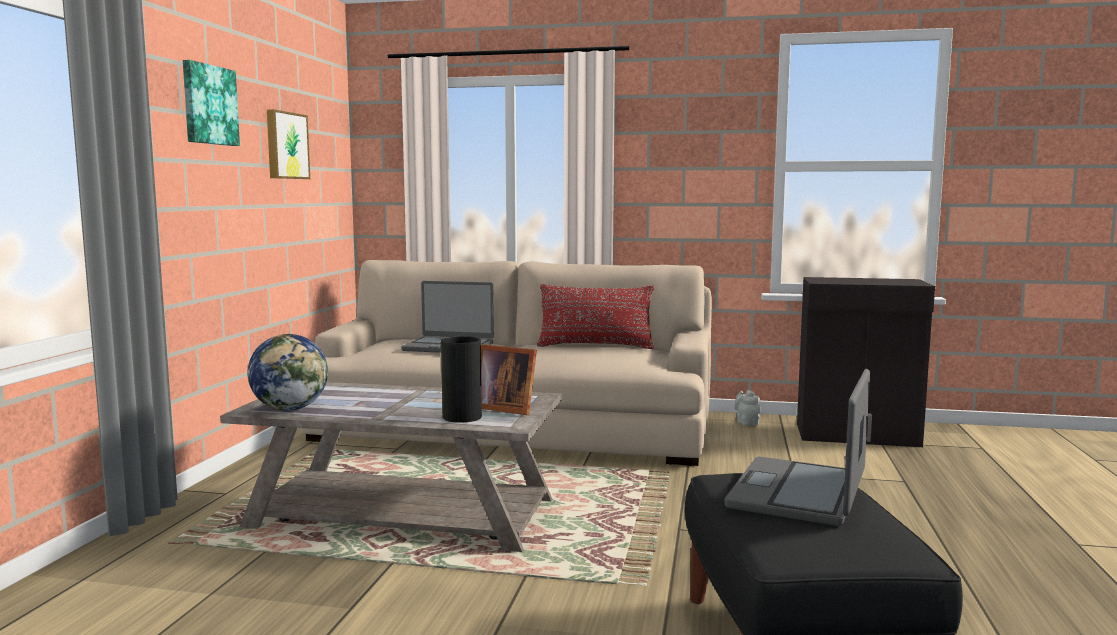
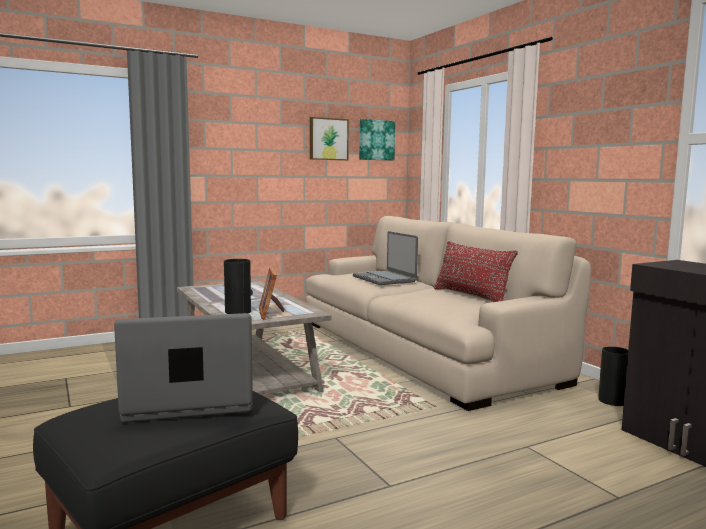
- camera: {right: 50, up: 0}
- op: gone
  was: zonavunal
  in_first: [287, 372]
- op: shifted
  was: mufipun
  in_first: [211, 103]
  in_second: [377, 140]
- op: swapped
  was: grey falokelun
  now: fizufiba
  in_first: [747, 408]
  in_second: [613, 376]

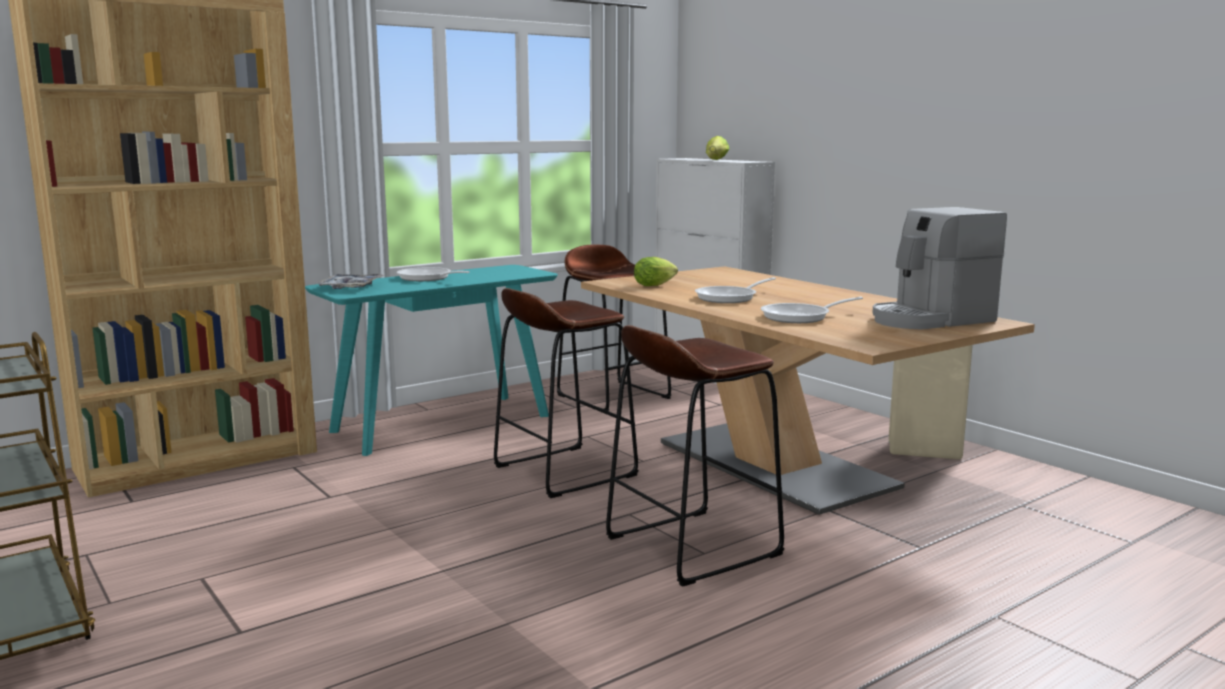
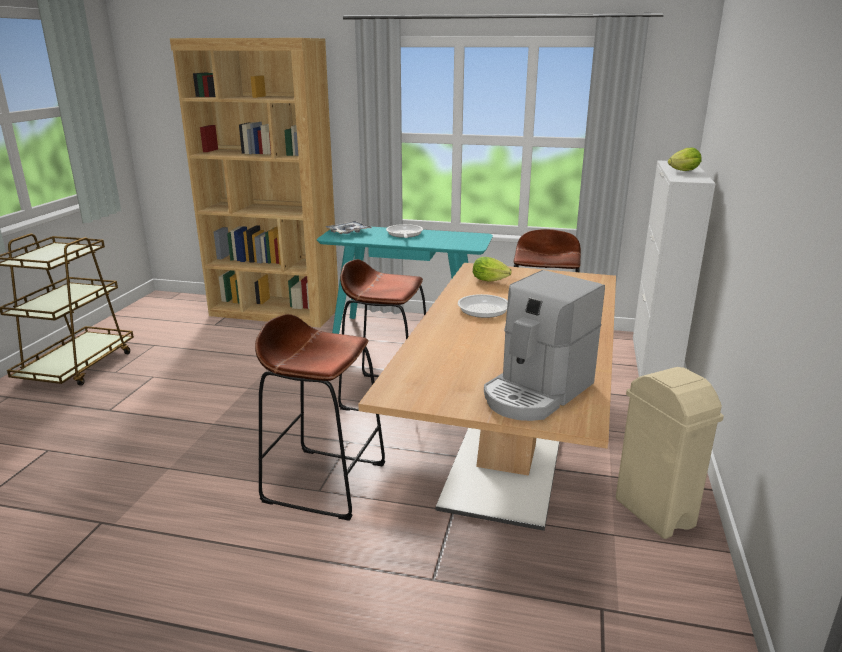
- camera: {right: 50, up: 10}
- op: gone
  was: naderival
  in_first: [812, 310]
- op: rotated
  was: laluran
  in_first: [939, 268]
  in_second: [544, 345]
  clockwise: -75

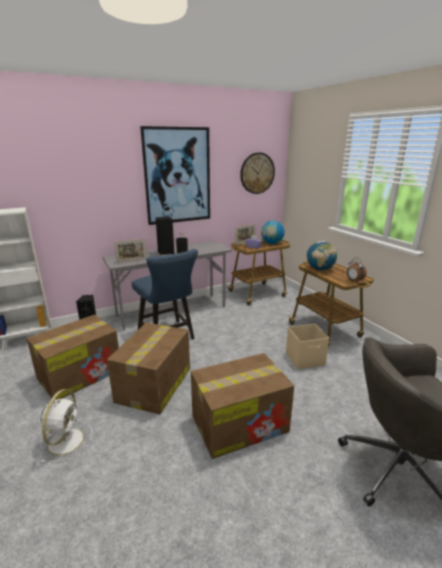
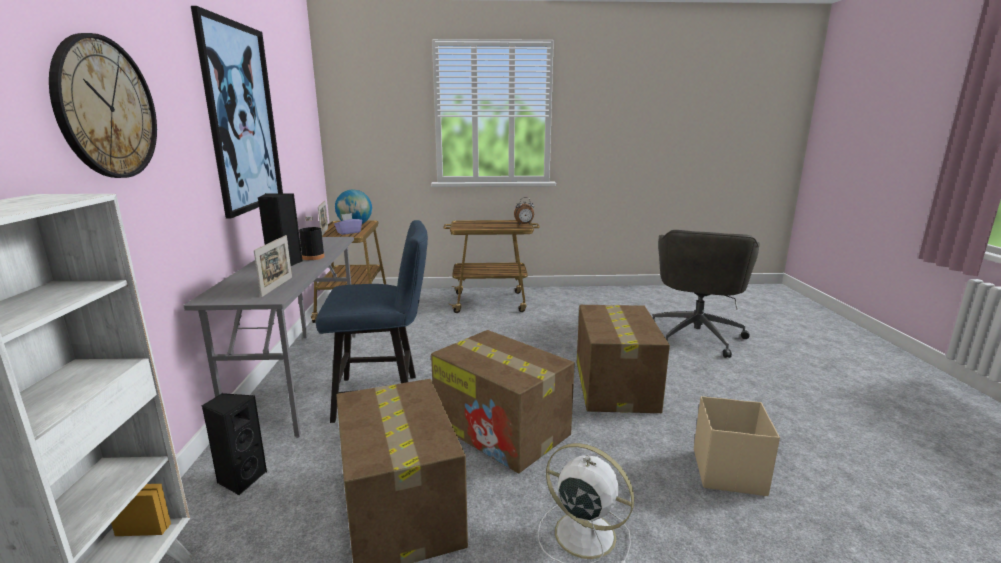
- camera: {right: -65, up: -5}
- op: gone
  was: zonavunal
  in_first: [322, 255]
- op: shifted
  was: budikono
  in_first: [257, 173]
  in_second: [103, 105]
- op: shifted
  was: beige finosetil
  in_first: [307, 346]
  in_second: [737, 446]

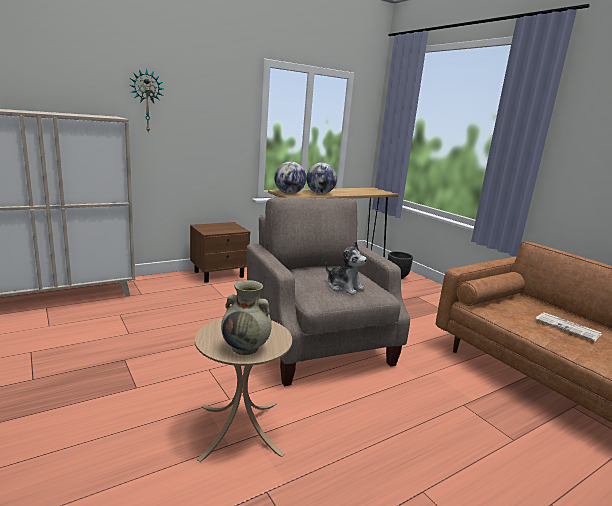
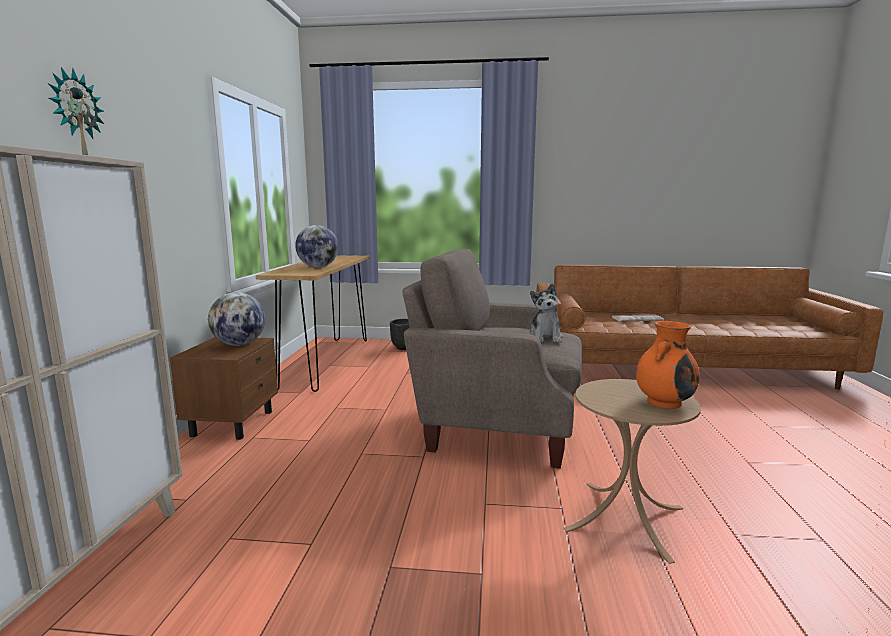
- camera: {right: -50, up: -5}
- op: shifted
  was: zonavunal
  in_first: [290, 178]
  in_second: [237, 319]
- op: repainted
  was: beige fizufiba
  now: orange fizufiba
  in_first: [246, 317]
  in_second: [668, 365]
- op: rotated
  was: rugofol
  in_first: [346, 268]
  in_second: [545, 313]
  clockwise: 105

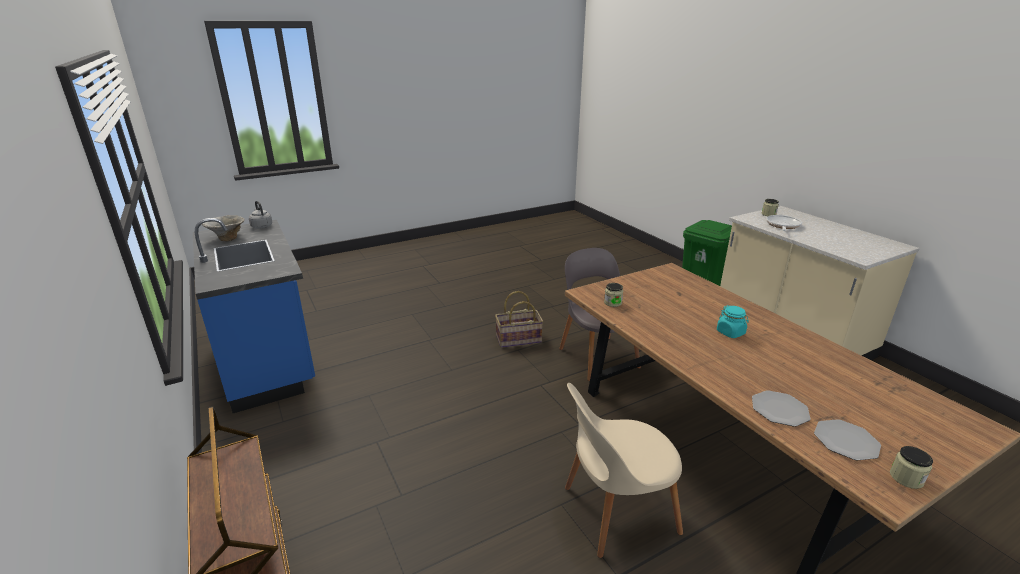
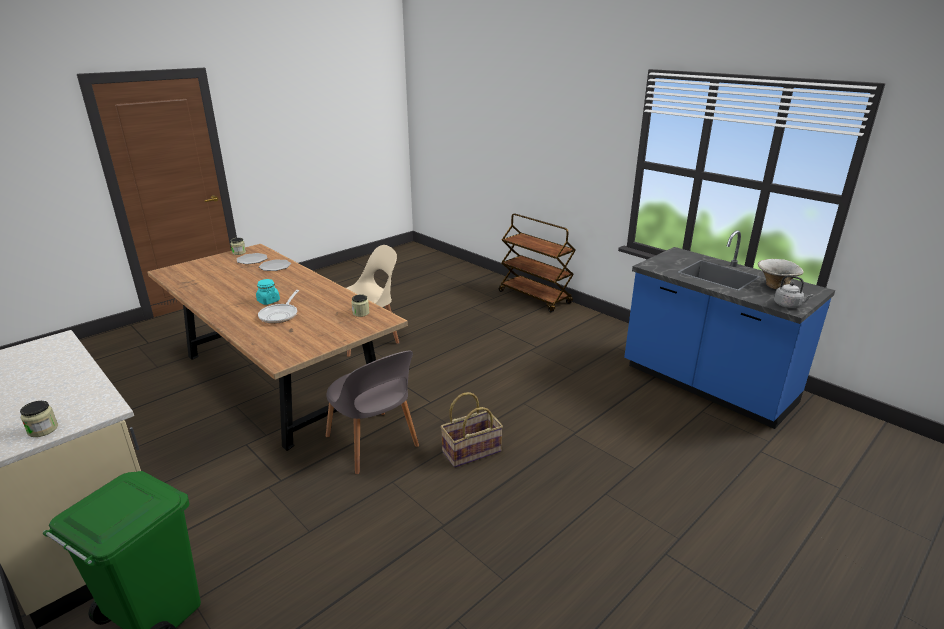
- camera: {right: 165, up: 0}
- op: shifted
  was: naderival
  in_first: [784, 223]
  in_second: [278, 307]

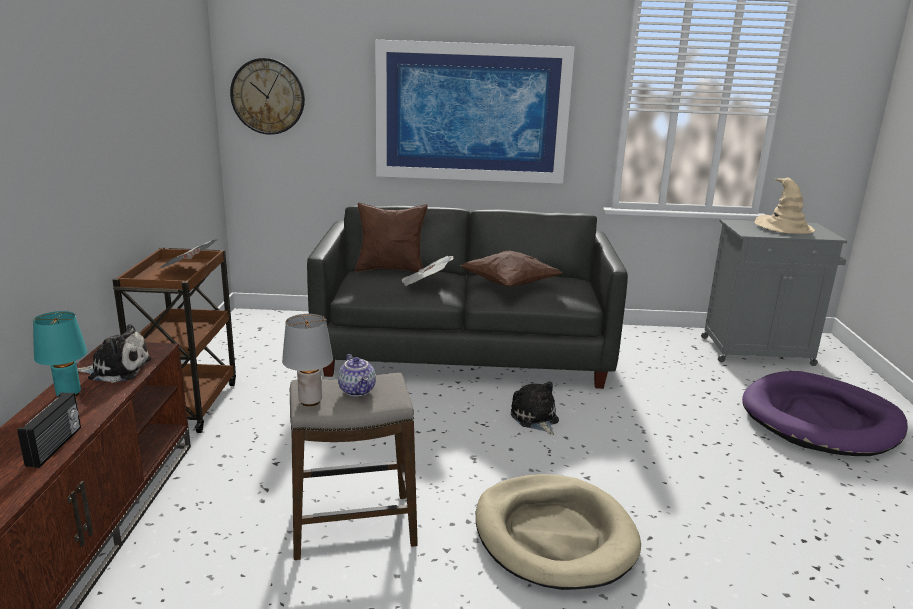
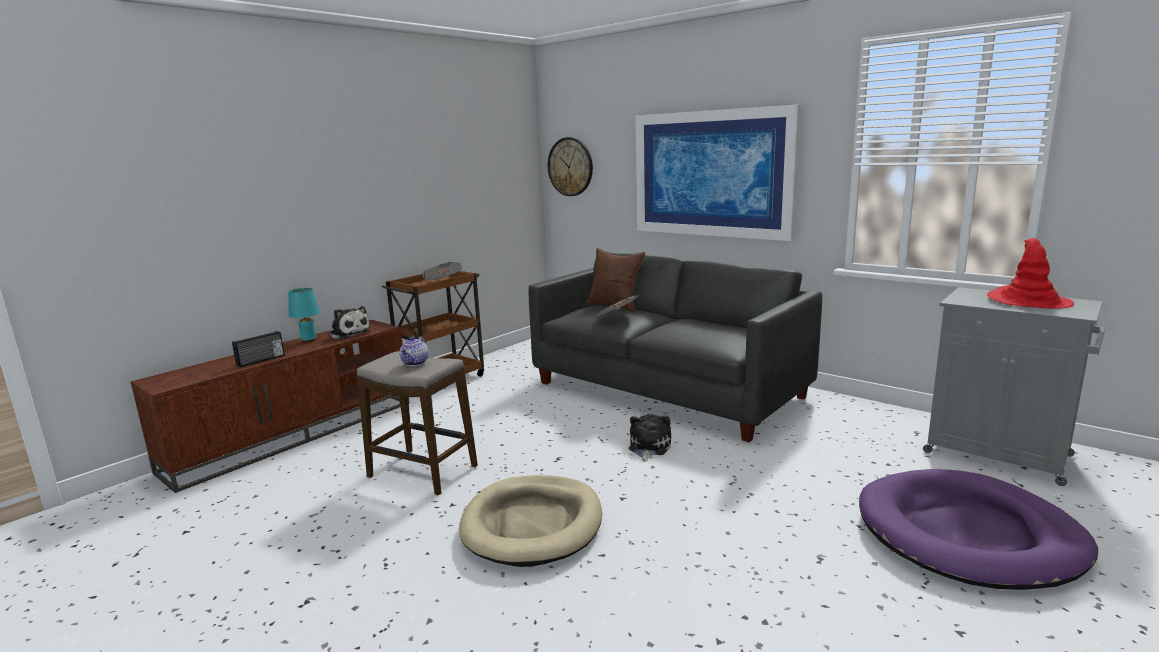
- camera: {right: 40, up: -5}
- op: gone
  was: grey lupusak
  in_first: [307, 360]
- op: gone
  was: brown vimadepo
  in_first: [511, 268]
- op: repainted
  was: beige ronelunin
  now: red ronelunin
  in_first: [784, 206]
  in_second: [1030, 273]

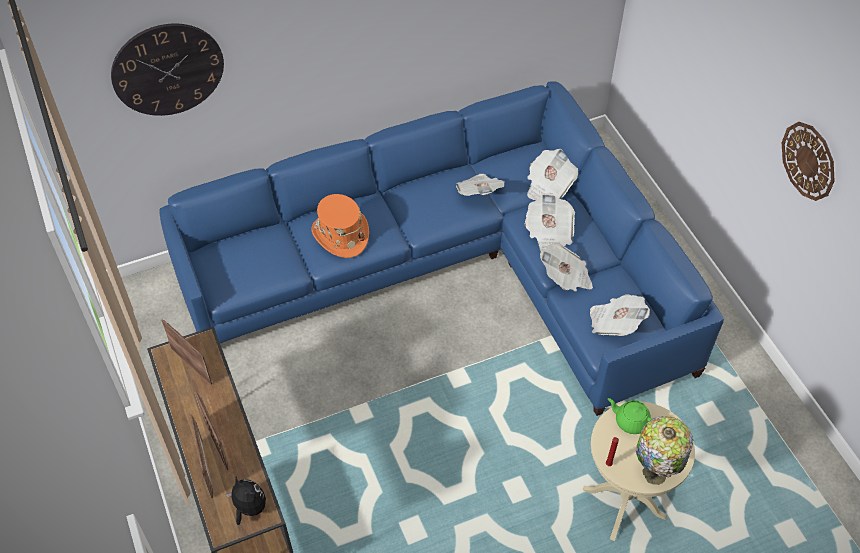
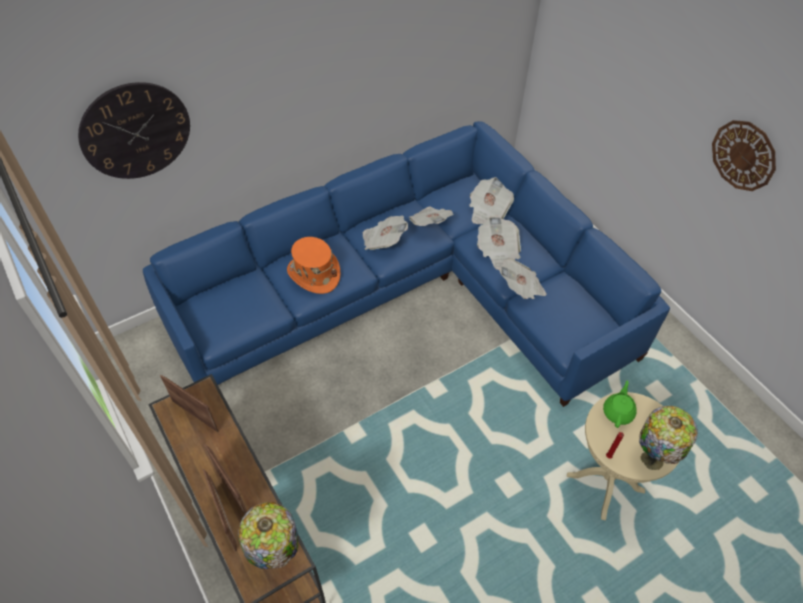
- camera: {right: -10, up: 0}
- op: shifted
  was: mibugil
  in_first: [620, 315]
  in_second: [385, 233]
- op: swapped
  was: rugofol
  now: lupusak
  in_first: [246, 501]
  in_second: [268, 535]
- op: rotated
  was: green falokelun
  in_first: [629, 416]
  in_second: [620, 404]
  clockwise: 90

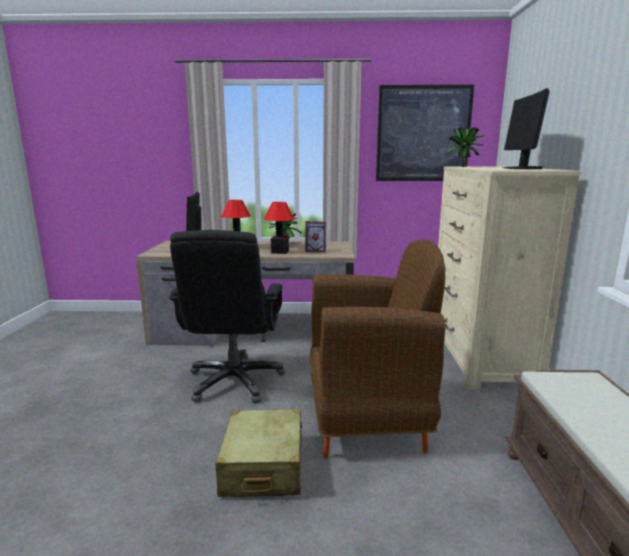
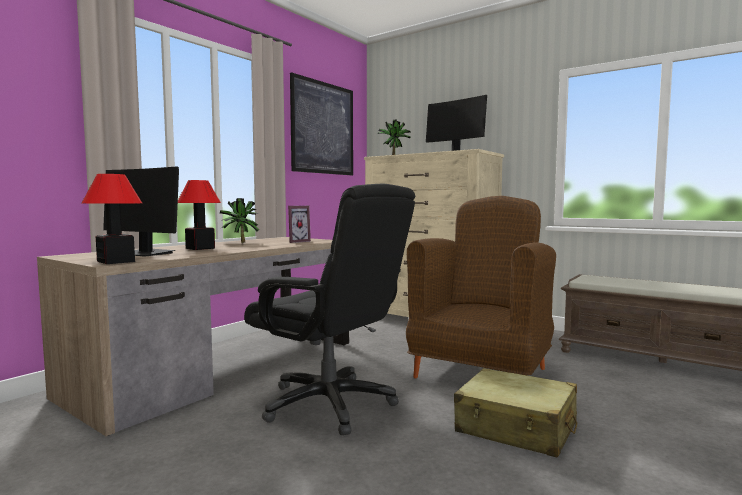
- camera: {right: -55, up: -10}
- op: shifted
  was: lupusak
  in_first: [279, 228]
  in_second: [112, 219]

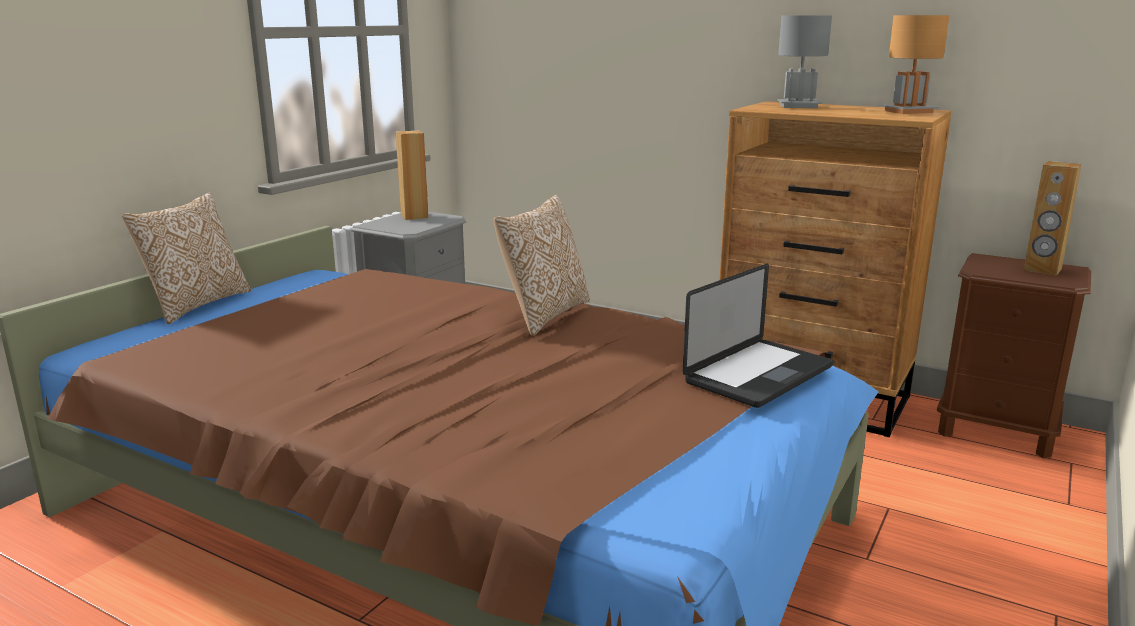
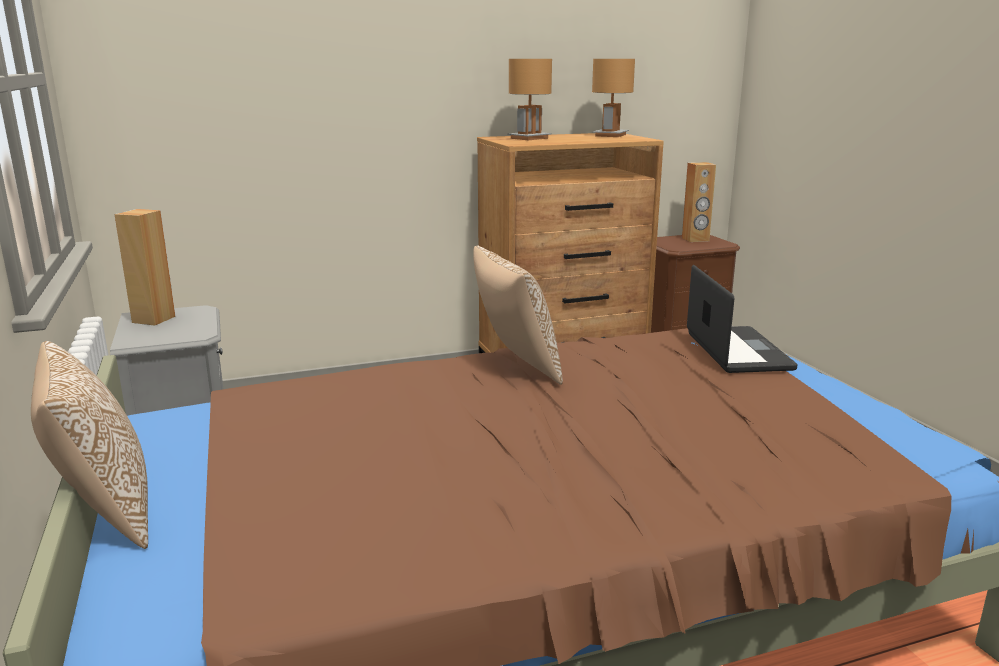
- camera: {right: -50, up: 0}
- op: repainted
  was: grey lupusak
  now: brown lupusak
  in_first: [804, 61]
  in_second: [529, 99]

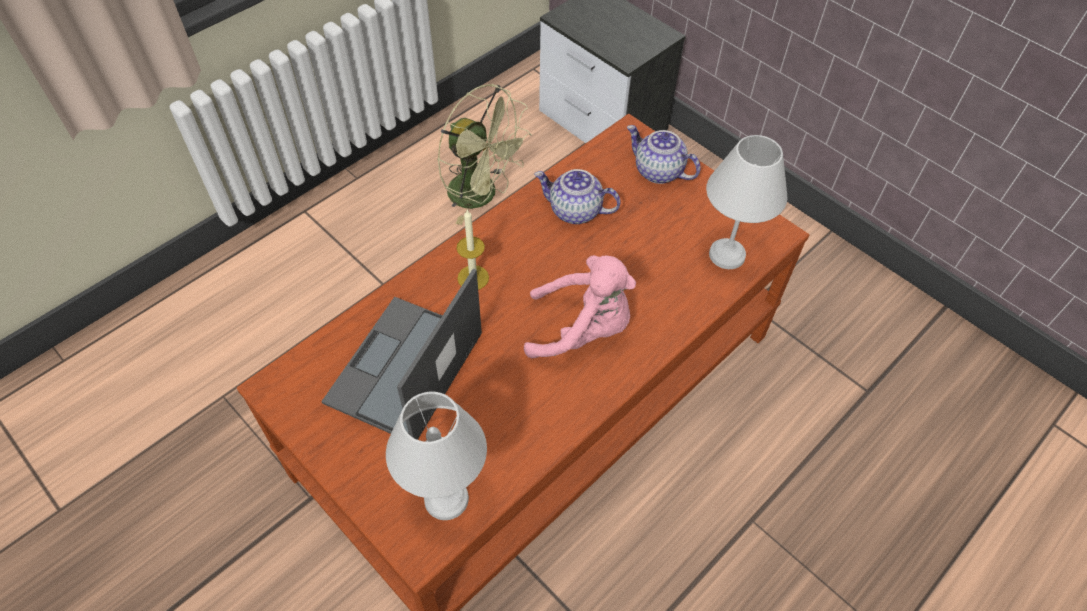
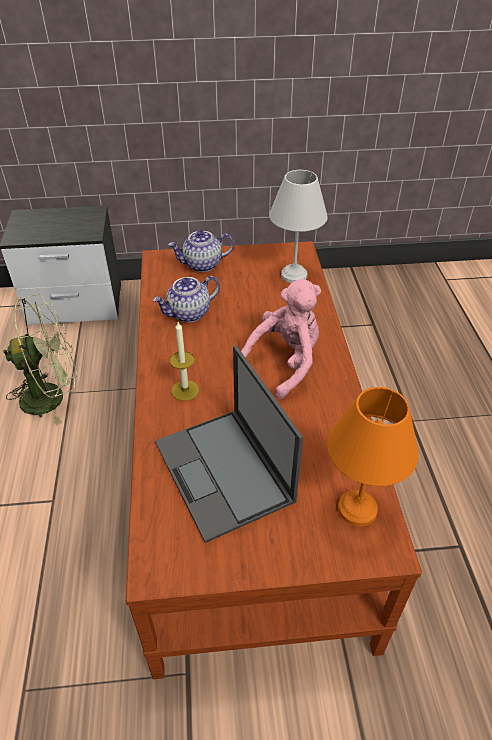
- camera: {right: -50, up: -10}
- op: repainted
  was: white lupusak
  now: orange lupusak
  in_first: [436, 456]
  in_second: [372, 456]

